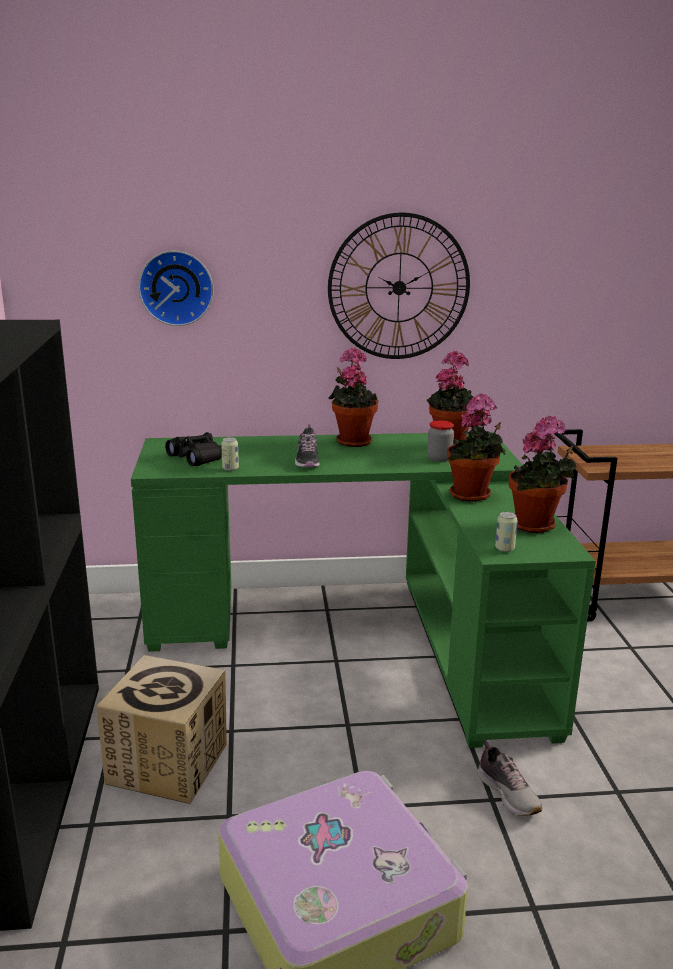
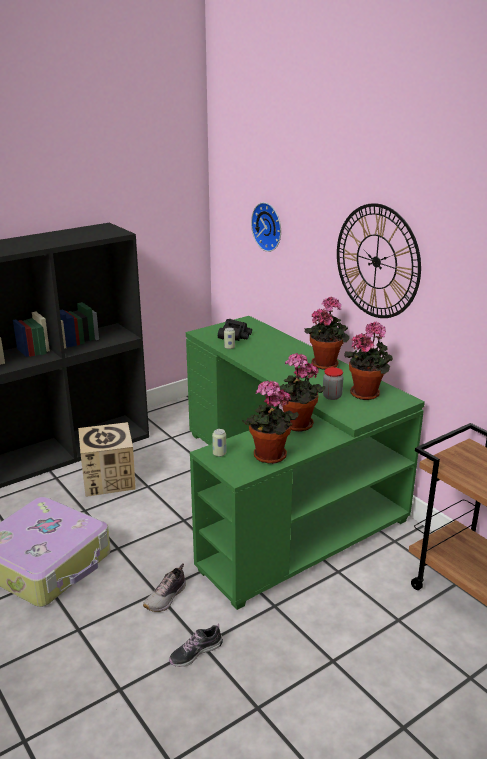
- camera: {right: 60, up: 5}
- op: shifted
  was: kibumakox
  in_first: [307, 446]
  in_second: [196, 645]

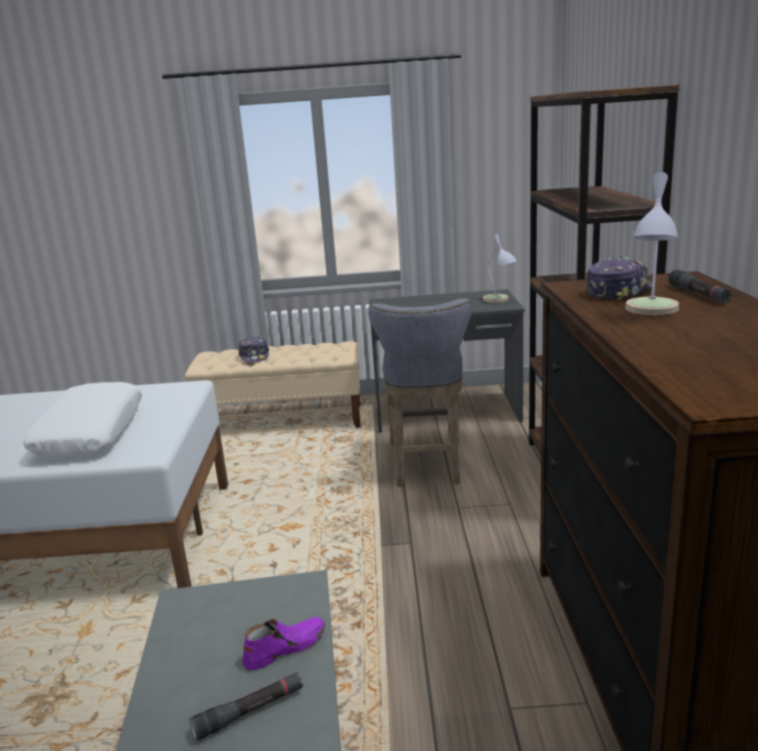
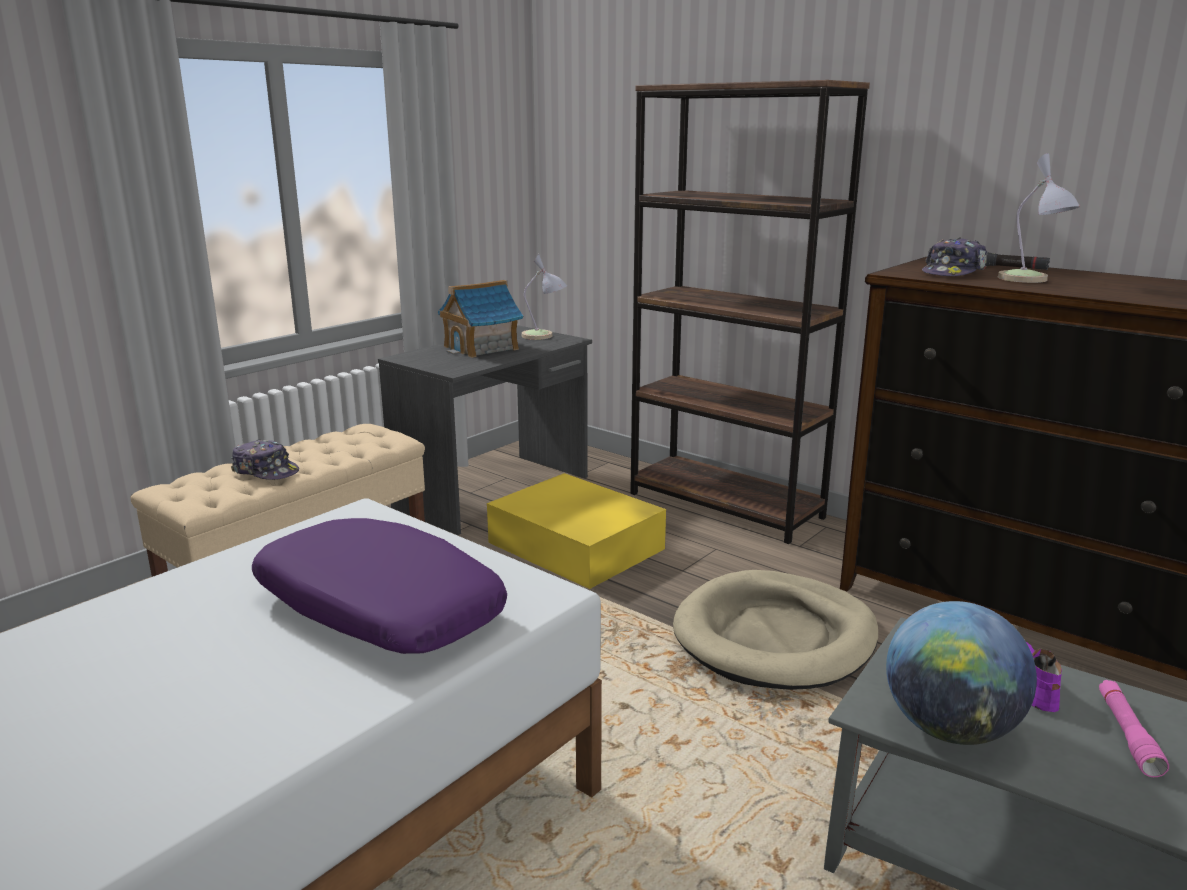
- camera: {right: -50, up: 0}
- op: new
  now: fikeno
  in_second: [480, 319]
- op: new
  now: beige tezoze
  in_second: [775, 630]
- op: new
  now: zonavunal
  in_second: [961, 673]
- op: swapped
  was: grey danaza
  now: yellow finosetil
  in_first: [420, 392]
  in_second: [576, 531]
- op: repainted
  was: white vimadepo
  now: purple vimadepo
  in_first: [82, 419]
  in_second: [379, 586]
- op: repainted
  was: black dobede
  now: pink dobede
  in_first: [246, 706]
  in_second: [1134, 728]
- op: rotated
  was: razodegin
  in_first: [619, 279]
  in_second: [955, 256]
  clockwise: -135

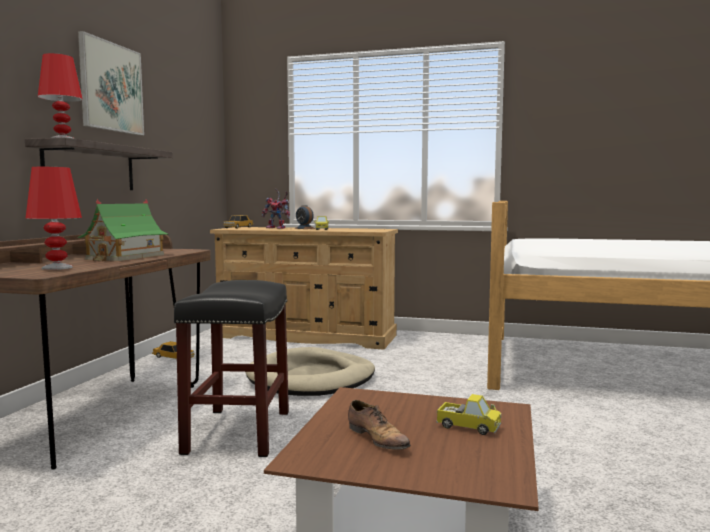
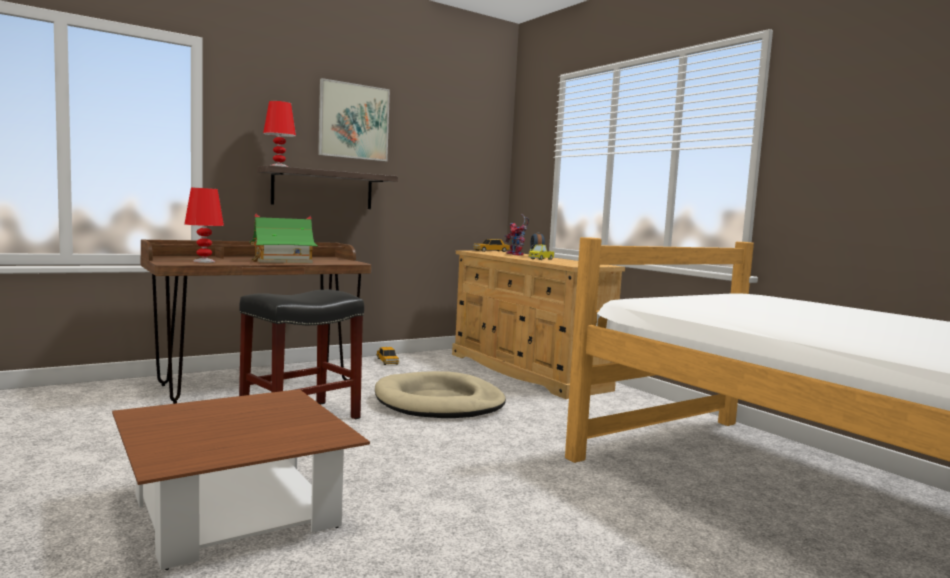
- camera: {right: 40, up: 0}
- op: gone
  was: kibumakox
  in_first: [379, 425]
- op: gone
  was: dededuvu
  in_first: [469, 414]

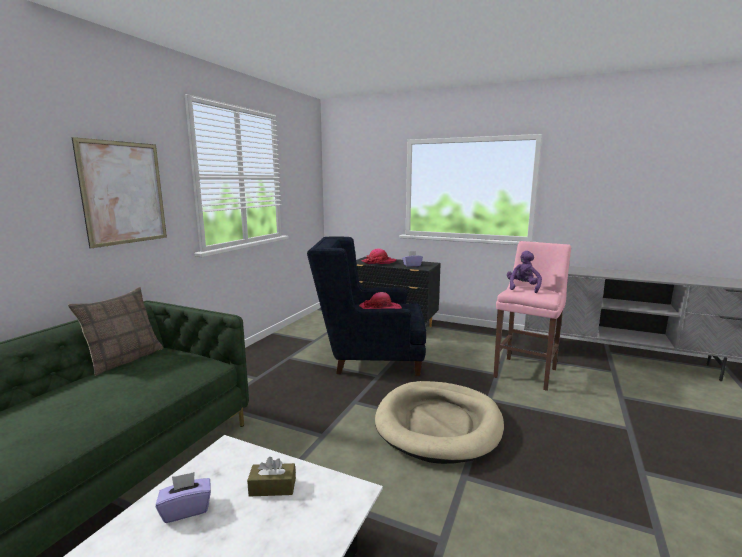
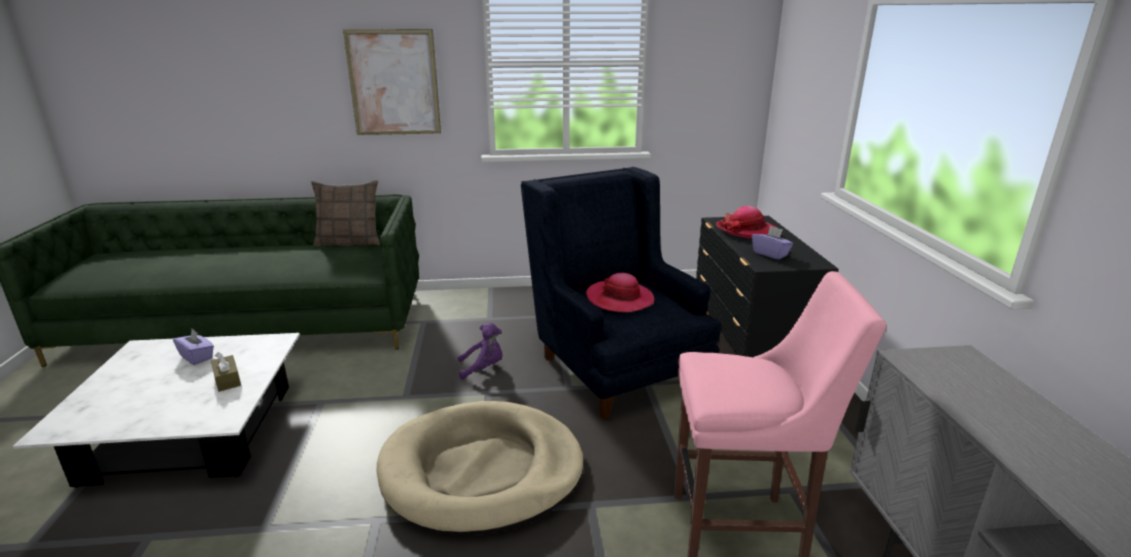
- camera: {right: 60, up: 10}
- op: shifted
  was: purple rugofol
  in_first: [524, 272]
  in_second: [480, 351]

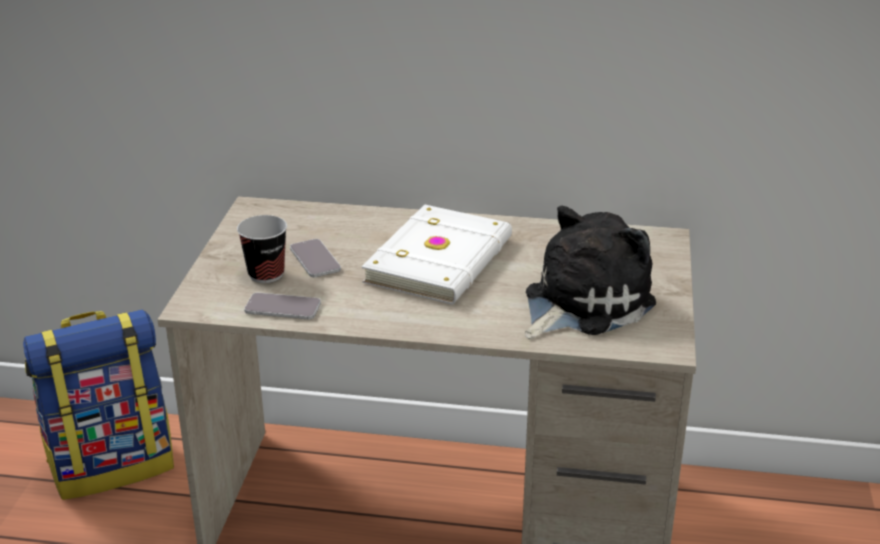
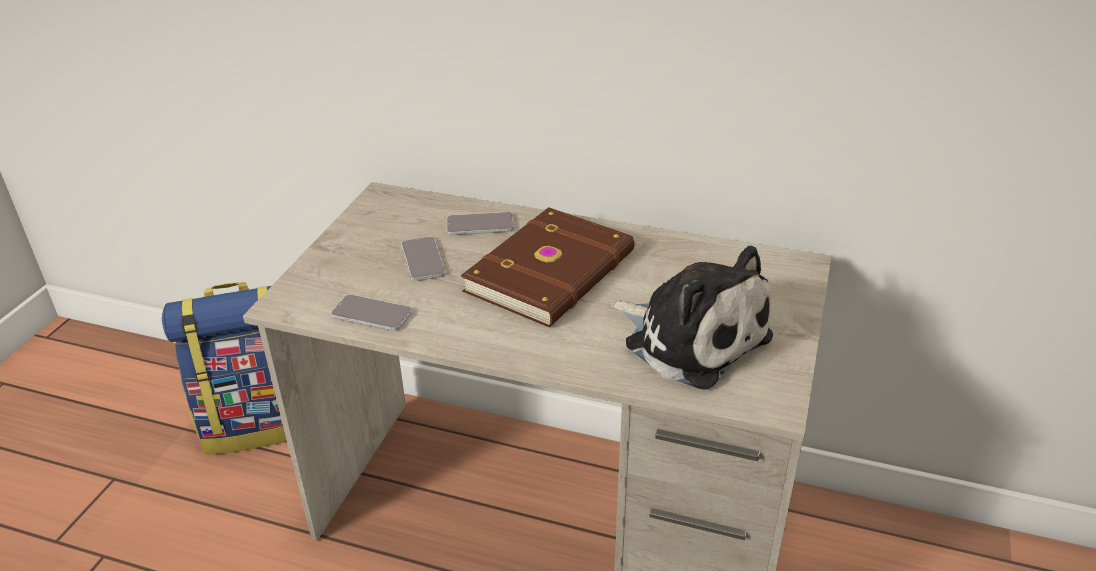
- camera: {right: 10, up: 5}
- op: gone
  was: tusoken
  in_first: [262, 249]
- op: new
  now: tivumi
  in_second: [480, 223]
- op: repainted
  was: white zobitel
  now: brown zobitel
  in_first: [436, 254]
  in_second: [548, 267]
- op: rotated
  was: rugofol
  in_first: [590, 272]
  in_second: [691, 318]
  clockwise: 75

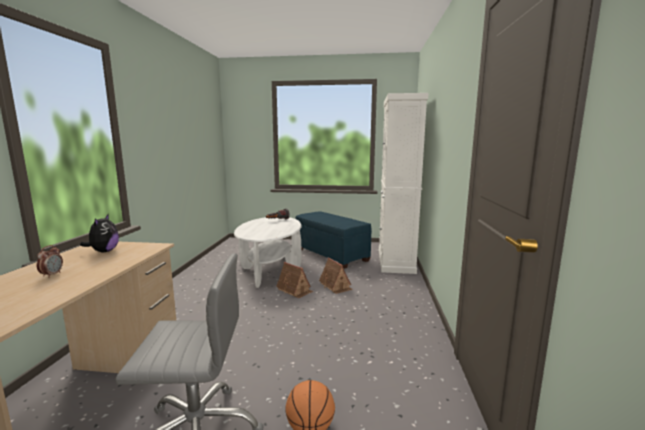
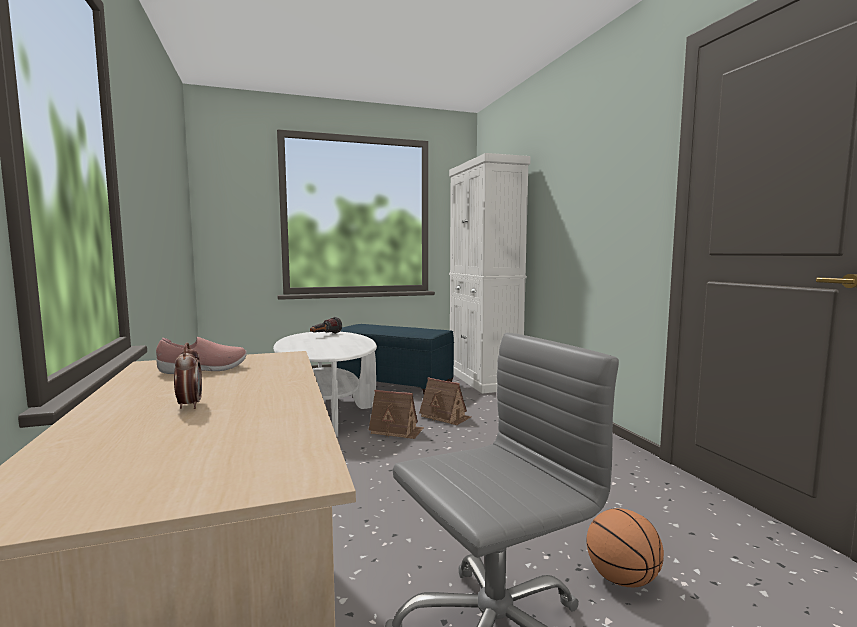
- camera: {right: -25, up: -5}
- op: swapped
  was: rugofol
  now: pink kibumakox
  in_first: [99, 233]
  in_second: [201, 355]

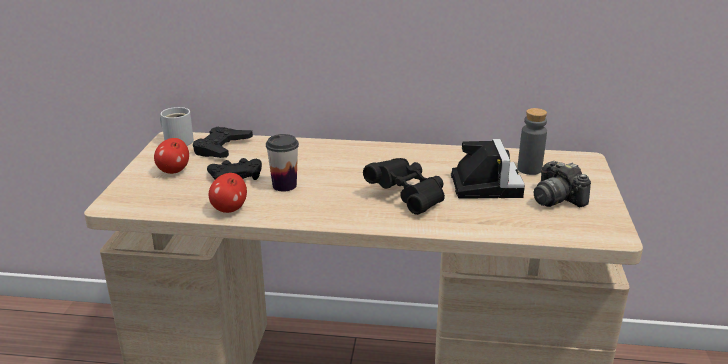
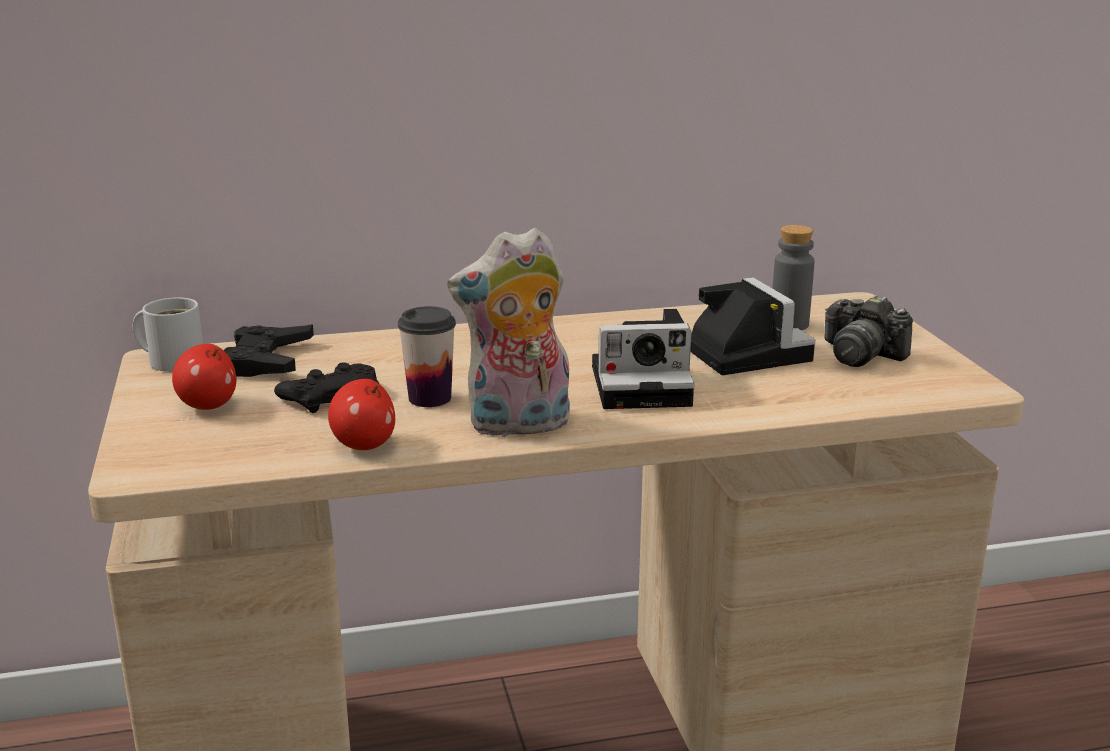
- camera: {right: -20, up: -5}
- op: new
  now: rugofol
  in_second: [508, 332]
- op: swapped
  was: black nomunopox
  now: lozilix
  in_first: [404, 186]
  in_second: [643, 359]

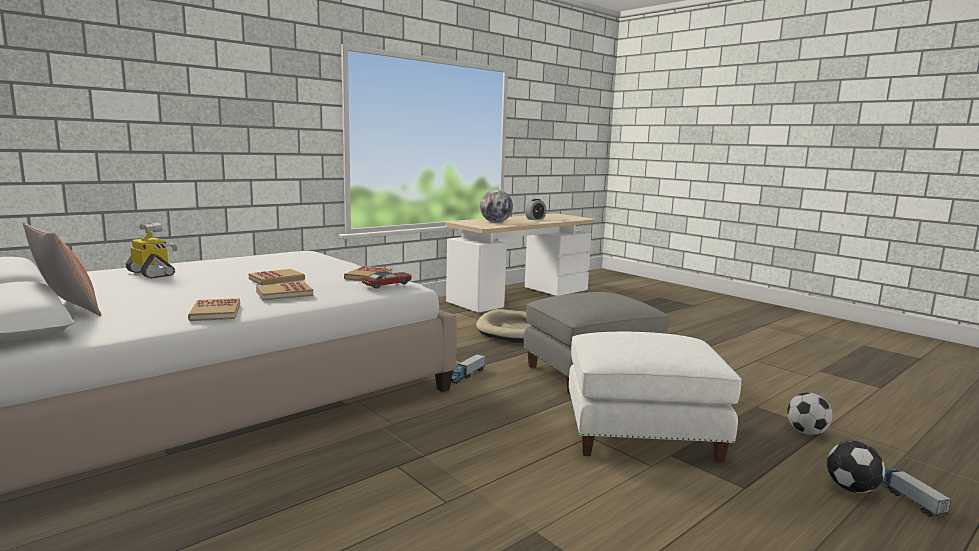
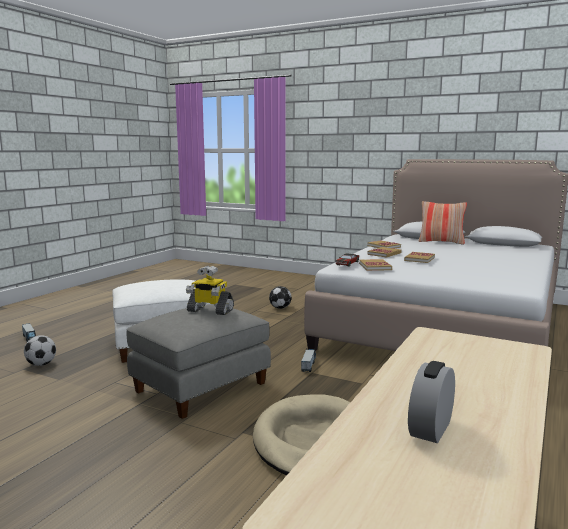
- camera: {right: 160, up: 0}
- op: gone
  was: zonavunal
  in_first: [496, 206]
- op: shifted
  was: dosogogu
  in_first: [152, 250]
  in_second: [210, 290]
- op: shifted
  was: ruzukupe
  in_first: [856, 467]
  in_second: [280, 297]

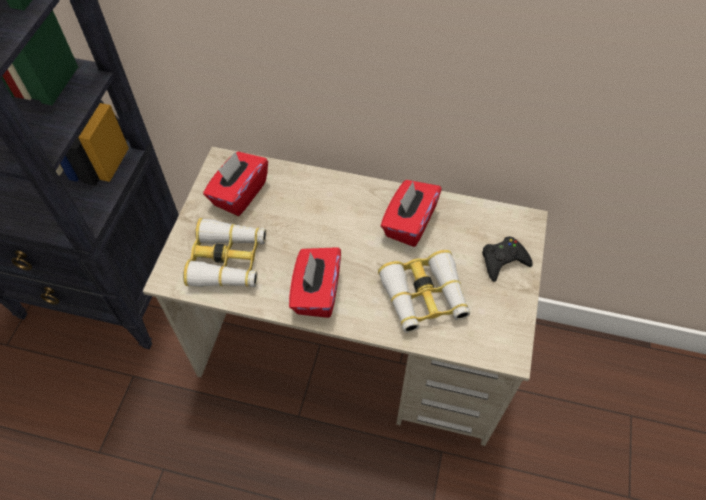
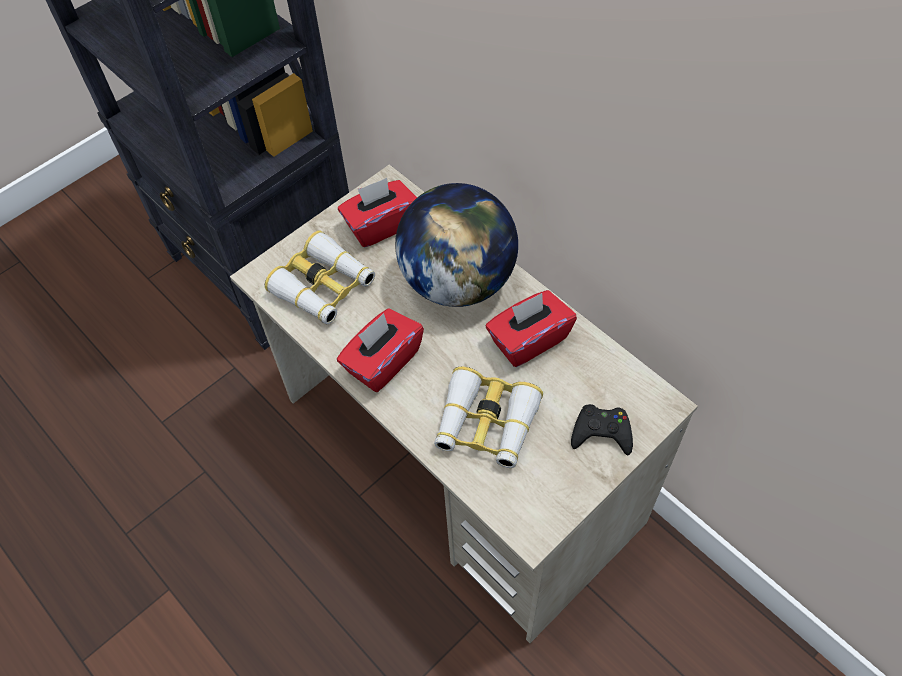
- camera: {right: 35, up: 0}
- op: new
  now: zonavunal
  in_second: [456, 245]

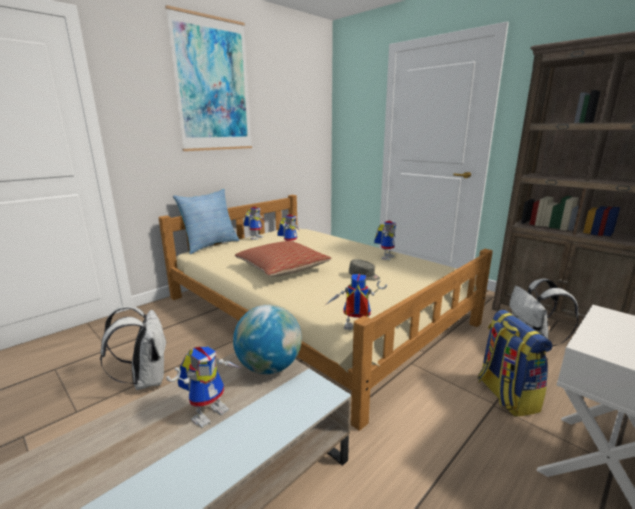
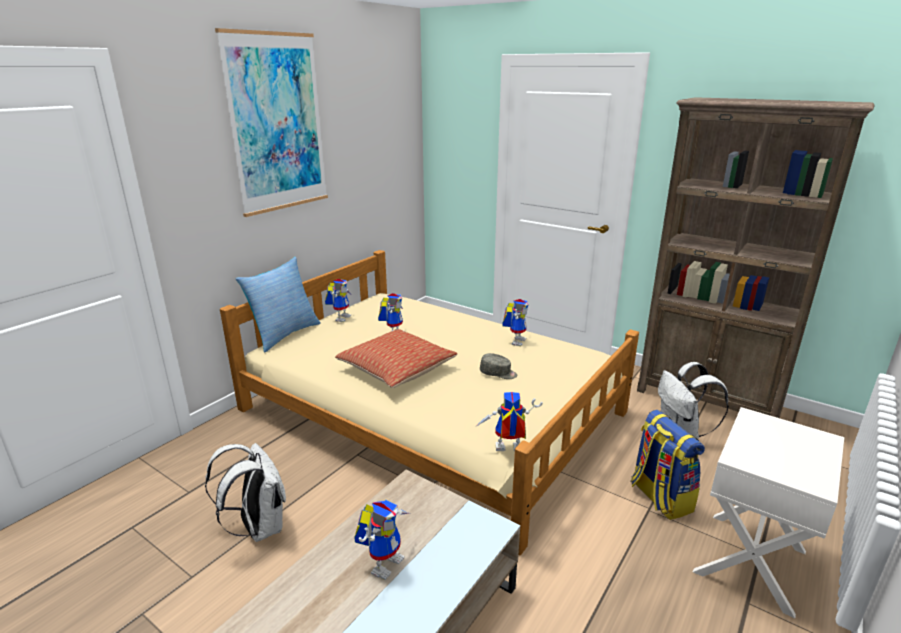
- camera: {right: -10, up: 5}
- op: gone
  was: zonavunal
  in_first: [267, 339]

